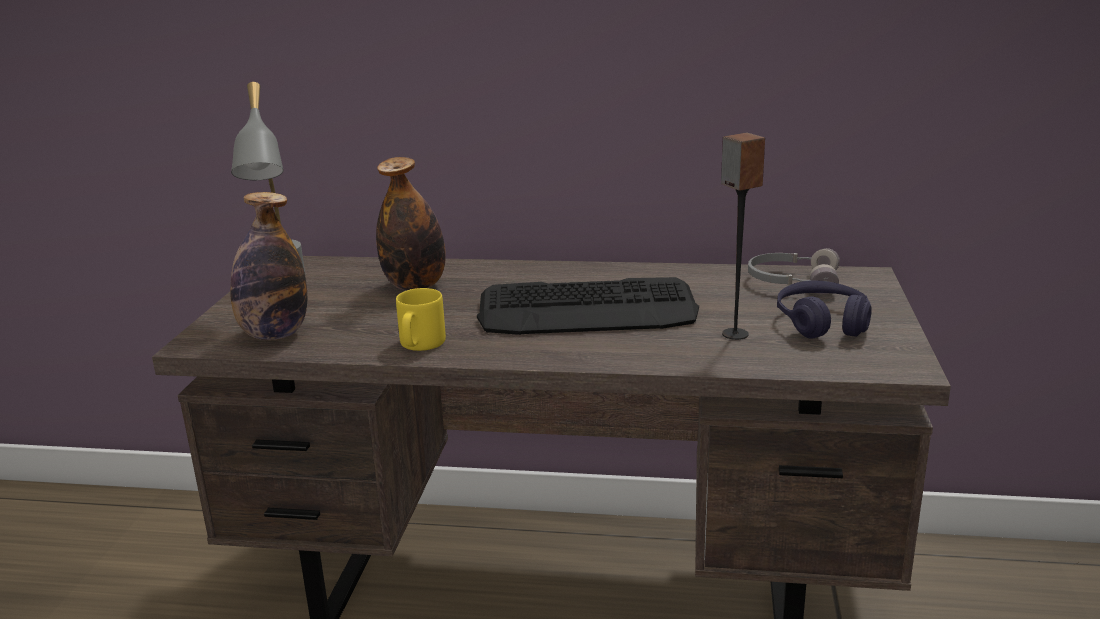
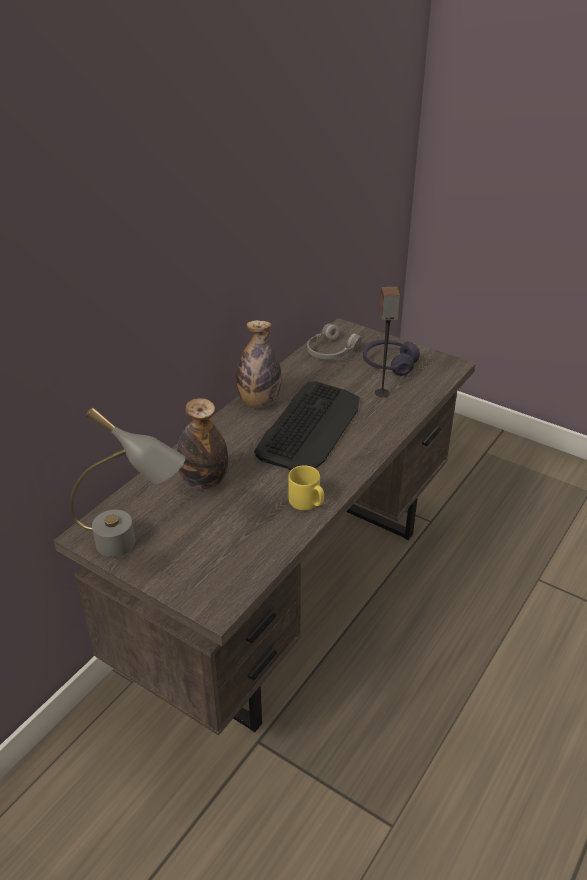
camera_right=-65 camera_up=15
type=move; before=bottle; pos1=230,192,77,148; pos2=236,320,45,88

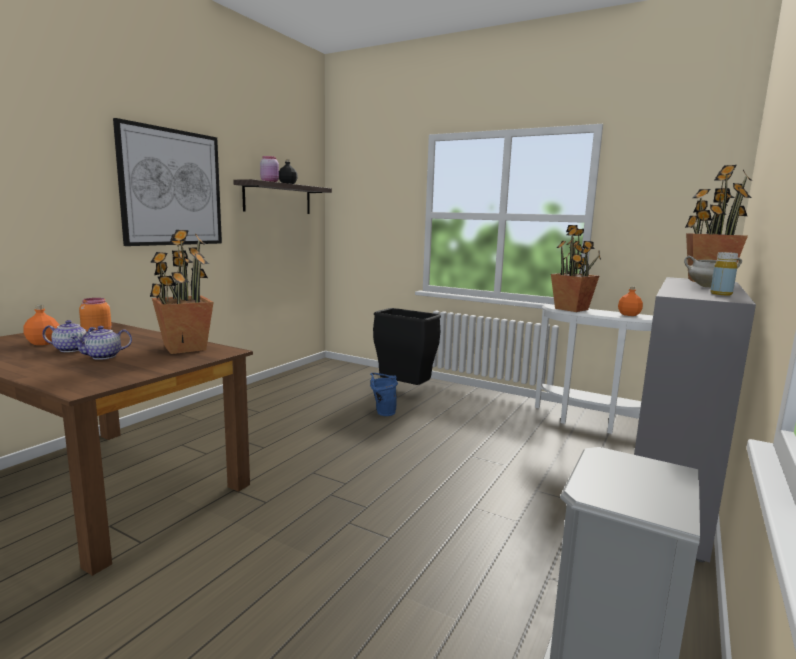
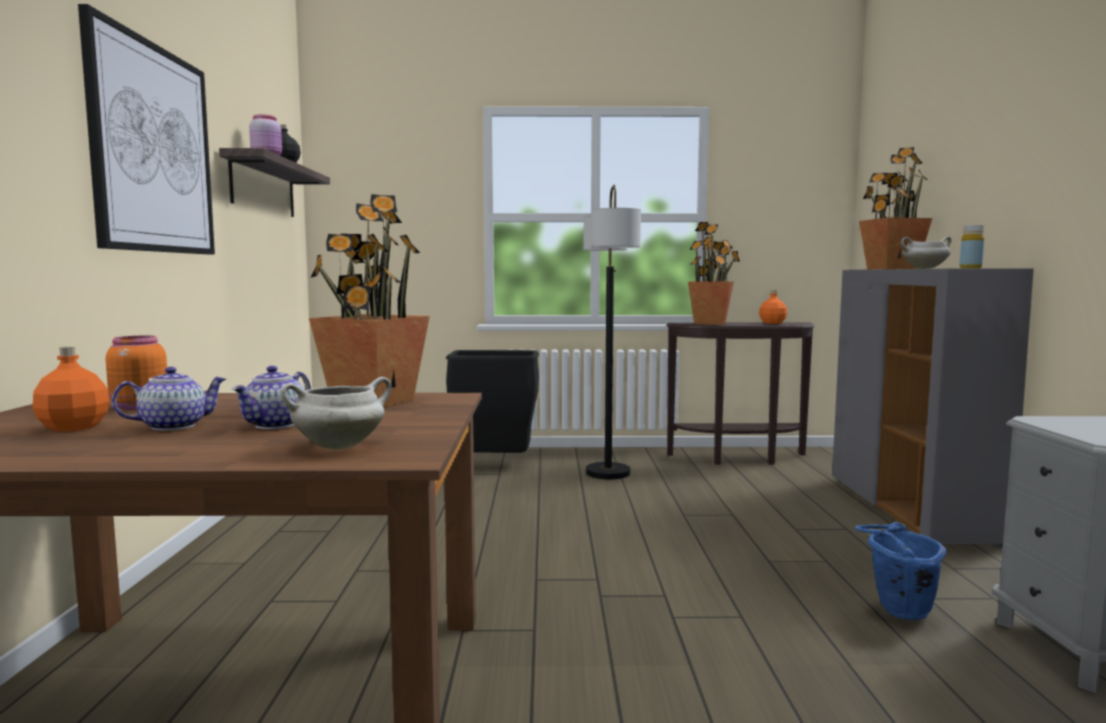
camera_right=-30 camera_up=-5
type=recolor; before=console table (white); after=console table (brown); pos1=535,304,118,130; pos2=666,323,148,142
type=move; before=bucket (blue); pos1=370,373,28,43; pos2=855,522,92,98
type=insert; after=floor lamp; pos2=584,185,57,294
type=insert; after=cooking pot (white); pos2=280,377,111,72

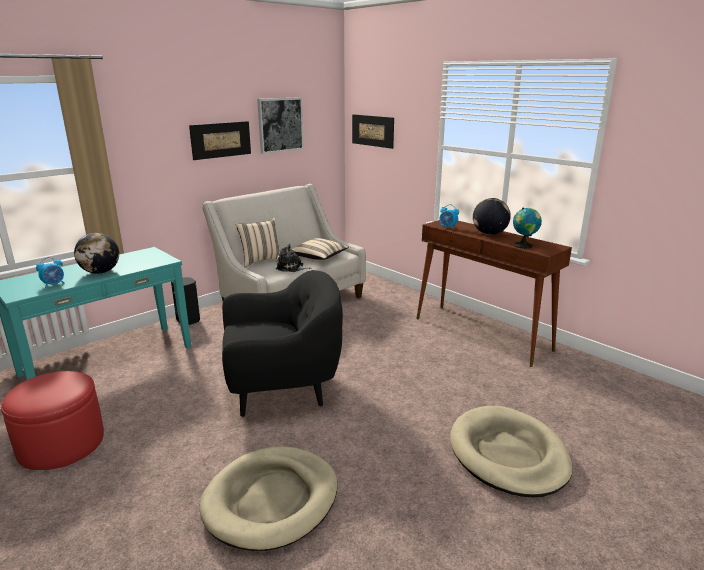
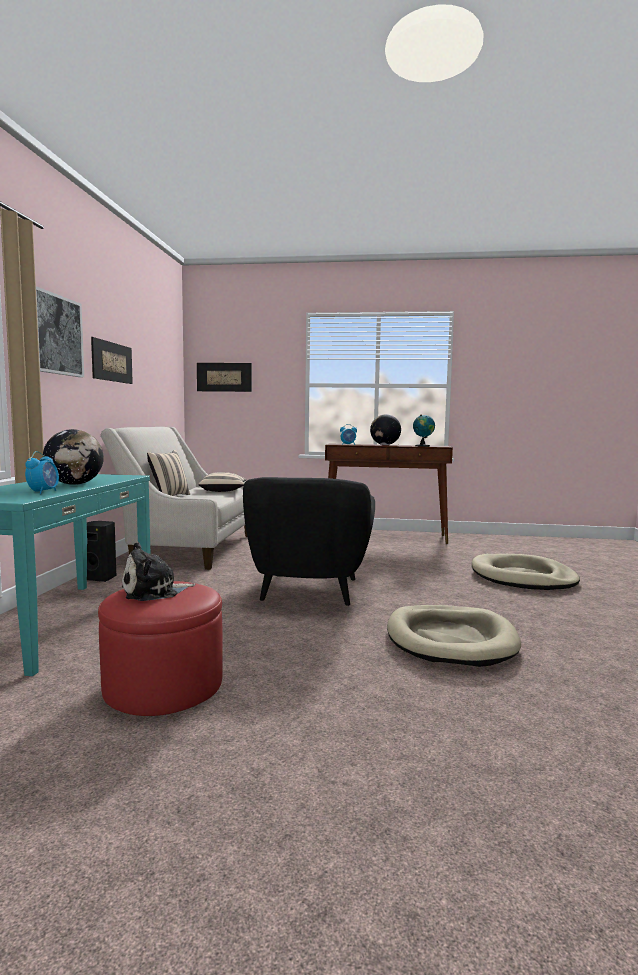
camera_right=-40 camera_up=-15
type=move; before=picture; pos1=257,97,47,57; pos2=36,286,48,91
type=move; before=plush toy; pos1=276,244,35,28; pos2=122,542,74,59
type=rotate; before=armchair (black); pos1=222,270,121,147; pos2=243,477,132,129; turn=150

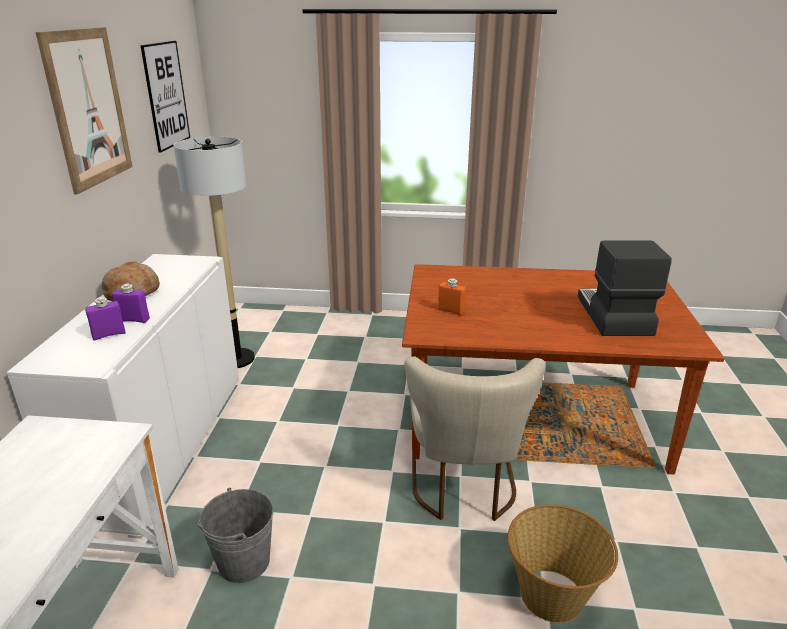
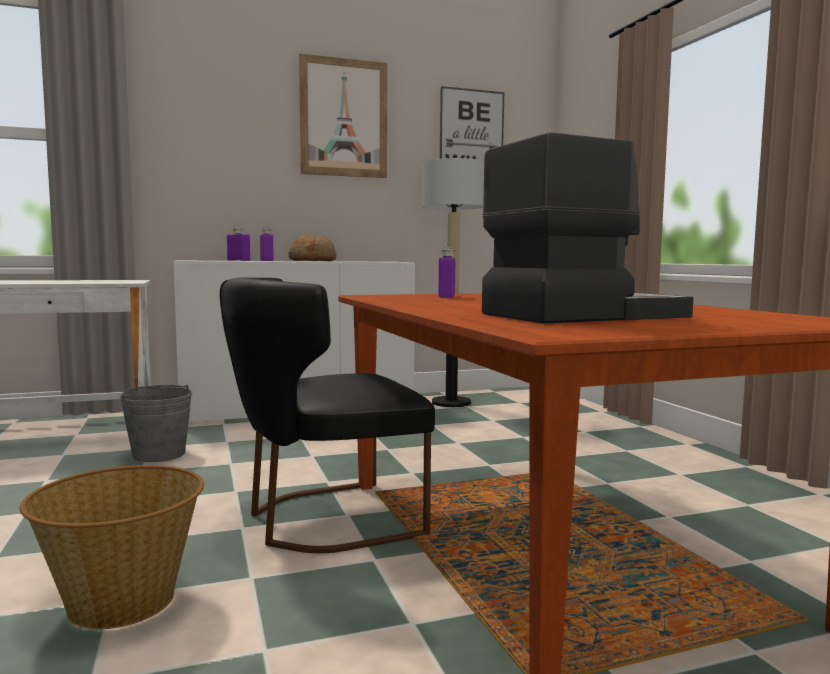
camera_right=65 camera_up=-20
type=recolor; before=bottle (orange); after=bottle (purple); pos1=438,278,28,37; pos2=438,247,17,51
type=recolor; before=chair (beige); after=chair (black); pos1=404,357,142,164; pos2=220,277,215,276

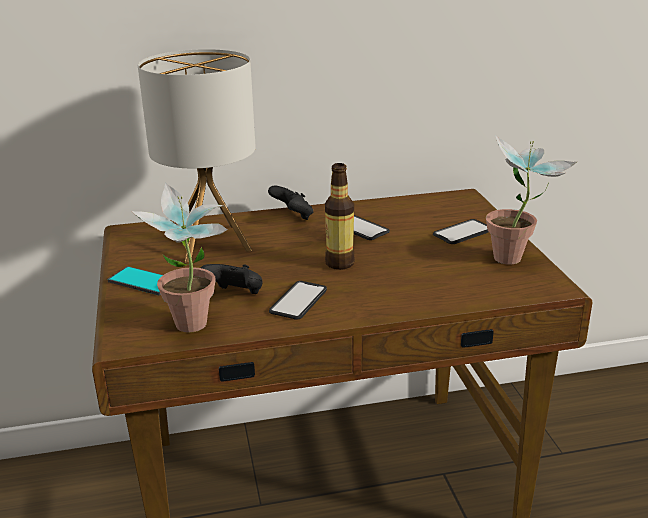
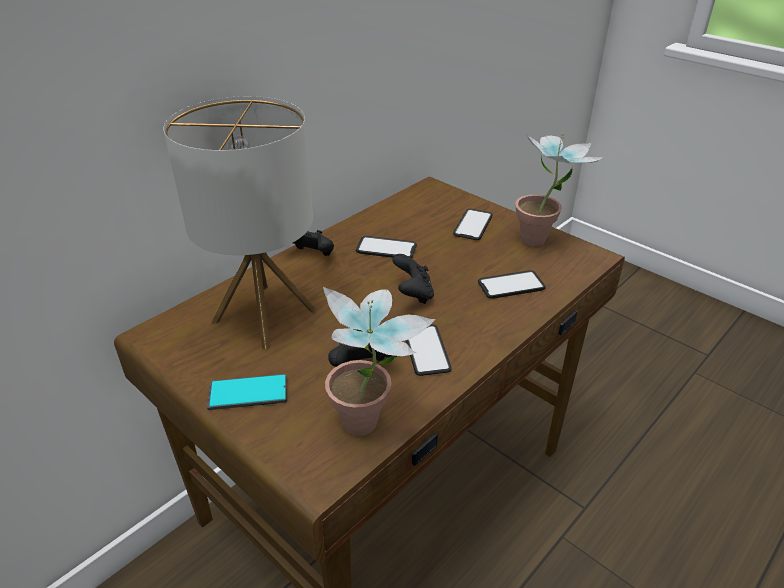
camera_right=-35 camera_up=10
type=replace; before=bottle; after=game controller (black); pos1=325,163,30,107; pos2=392,254,42,50
type=insert; after=phone; pos2=478,270,68,29

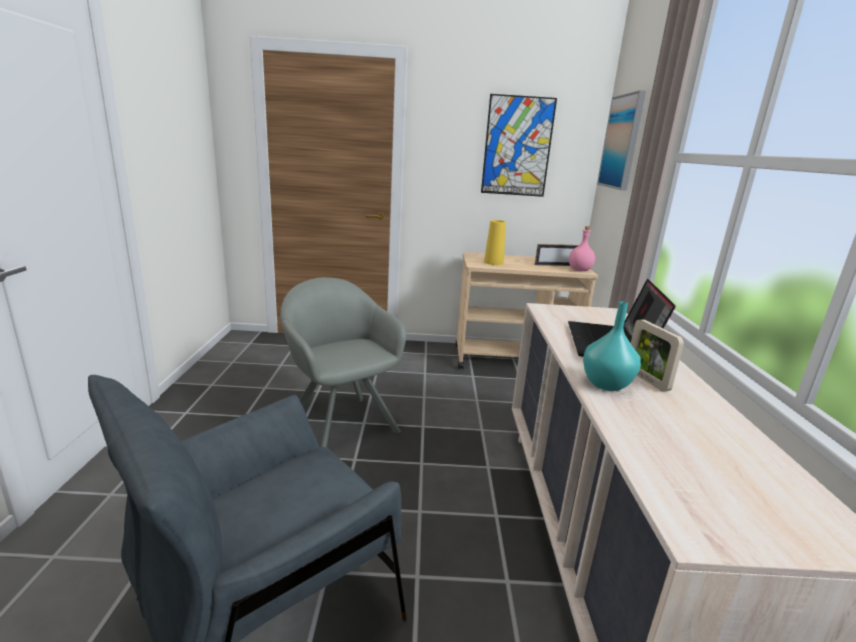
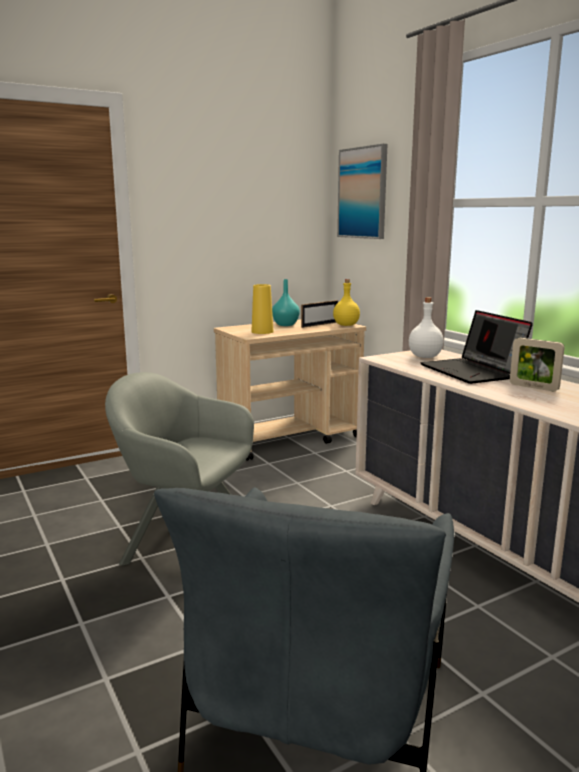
camera_right=-30 camera_up=-5
type=delete; before=picture; pos1=481,94,76,103
type=recolor; before=bottle (pink); after=bottle (yellow); pos1=569,226,26,45; pos2=333,279,27,47
type=move; before=vase (turquoise); pos1=583,302,58,89; pos2=272,279,28,47
type=insert; after=bottle (white); pos2=409,297,35,61

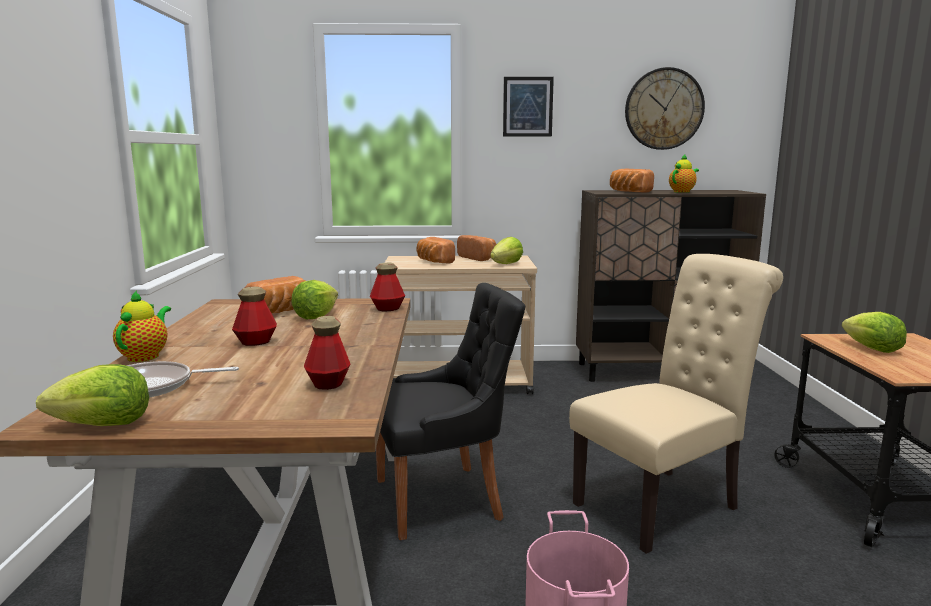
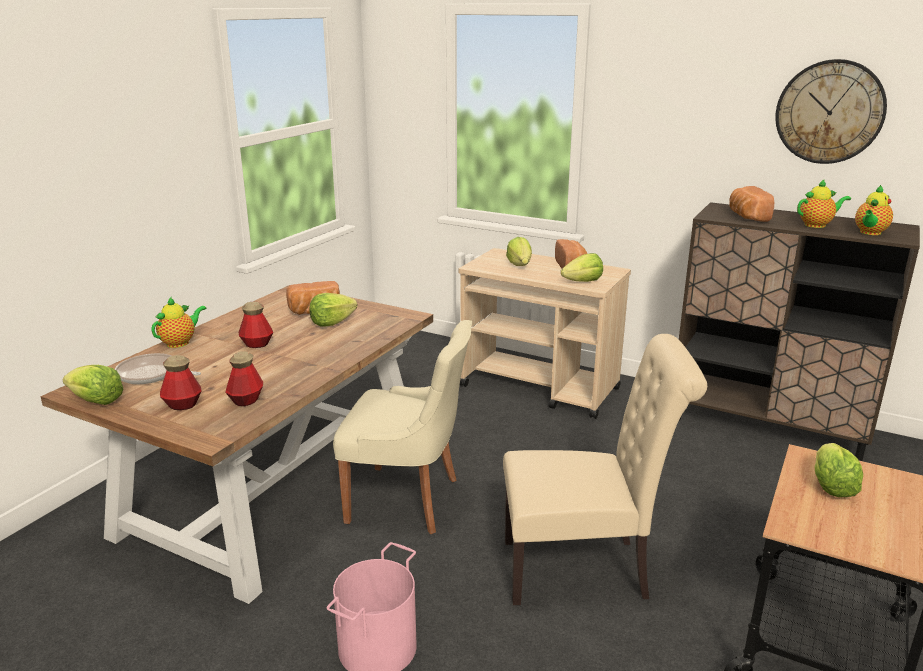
camera_right=30 camera_up=10
type=delete; before=picture; pos1=503,77,51,60
type=replace; before=bread; after=lettuce; pos1=417,237,38,27; pos2=506,237,26,29
type=move; before=bottle; pos1=370,263,35,48; pos2=160,355,42,55
type=recolor; before=chair (black); after=chair (beige); pos1=376,283,149,257; pos2=333,320,139,214
type=insert; after=teapot; pos2=855,185,38,50

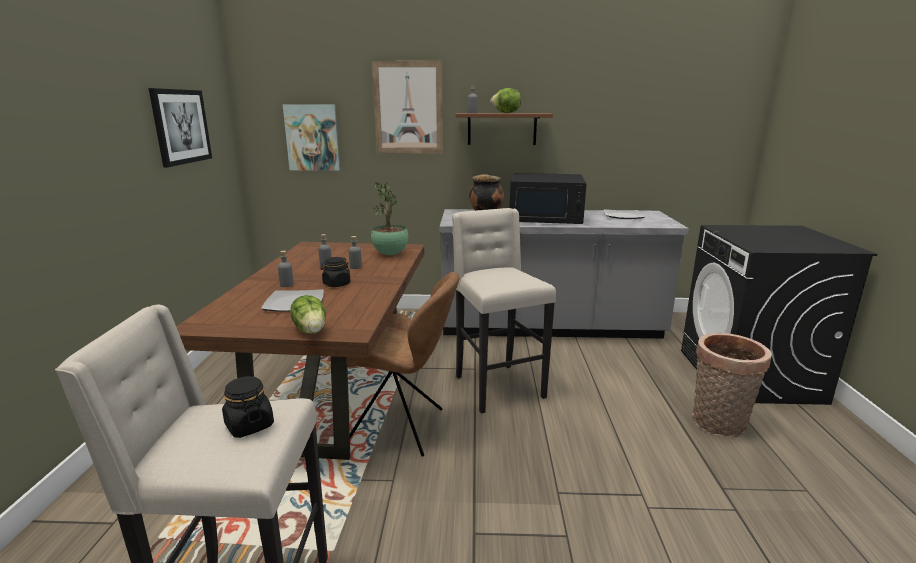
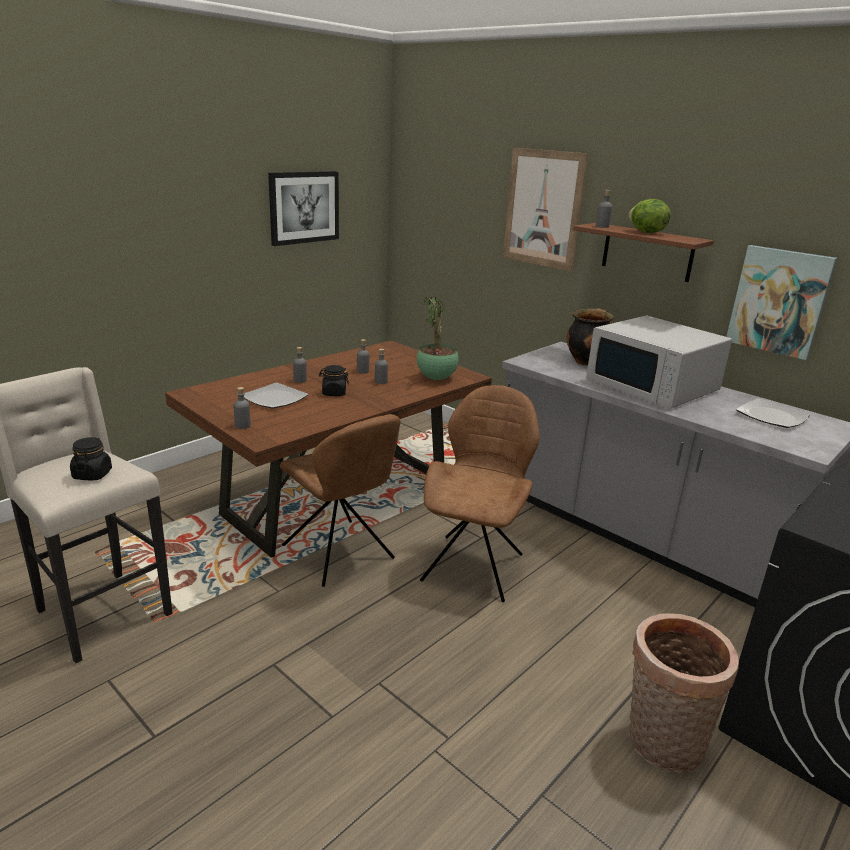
camera_right=40 camera_up=5
type=move; before=picture; pos1=283,104,57,67; pos2=726,245,111,115
type=recolor; before=microwave (black); after=microwave (white); pos1=509,173,77,51; pos2=586,316,146,93
type=replace; before=stool (beige); after=chair (brown); pos1=452,208,104,206; pos2=420,385,120,217
type=replace; before=lettuce; after=bottle (grey); pos1=290,295,36,39; pos2=234,387,16,42

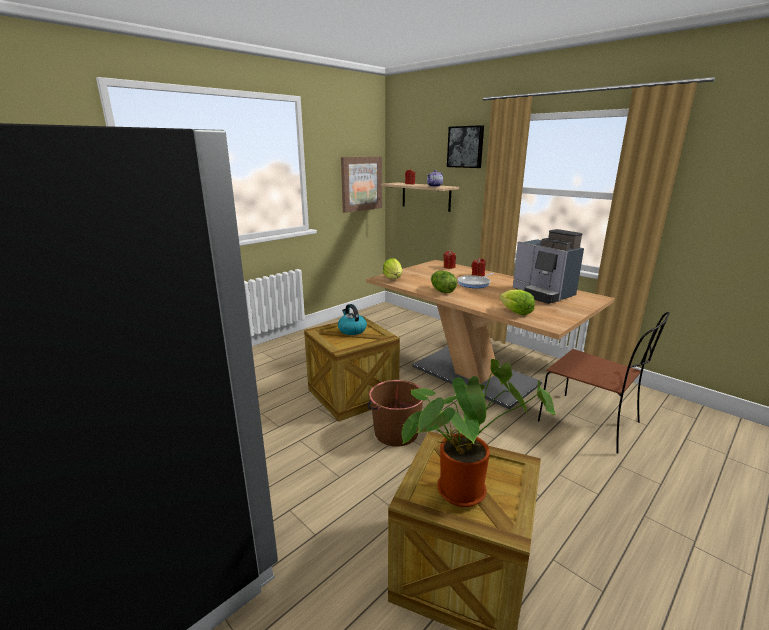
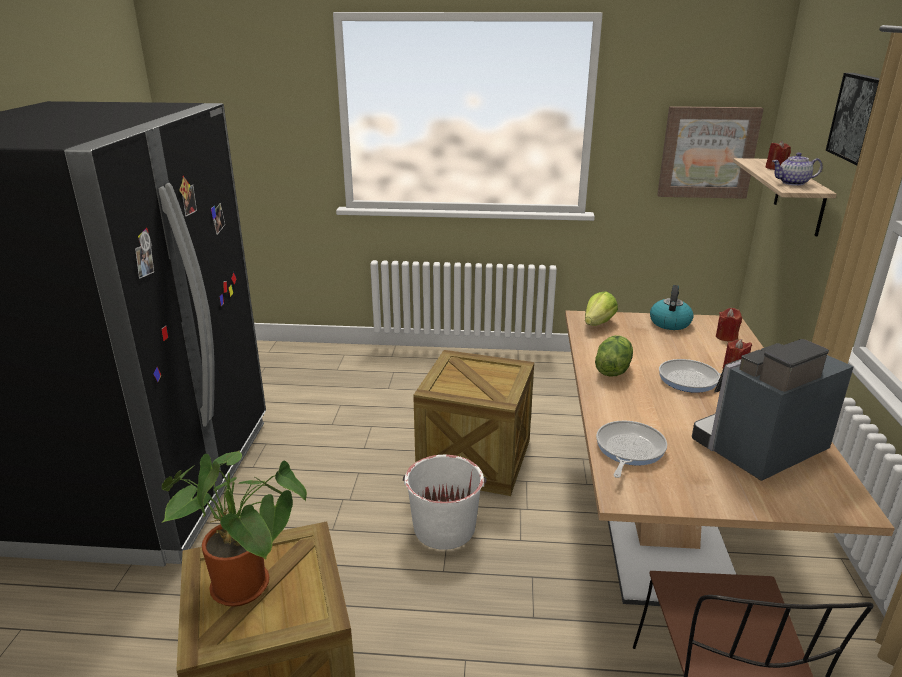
camera_right=50 camera_up=5
type=rotate; before=coffee machine; pos1=513,229,71,75; pos2=692,339,162,142; turn=45
type=replace; before=lettuce; after=frying pan; pos1=499,289,36,26; pos2=596,421,71,57
type=move; before=kettle; pos1=338,304,29,31; pos2=650,285,44,45
type=recolor; before=bucket (brown); after=bucket (white); pos1=367,380,56,66; pos2=403,455,84,95

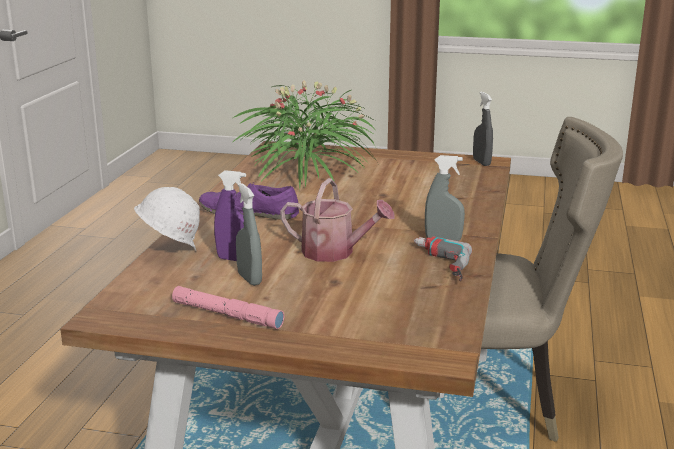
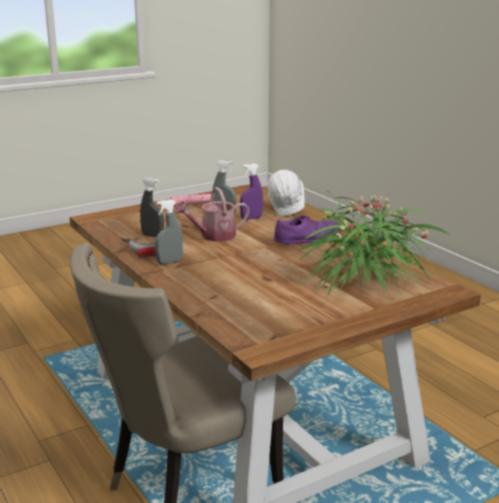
camera_right=135 camera_up=0
type=move; before=spray bottle (grey); pos1=473,92,20,74; pos2=140,178,24,60

